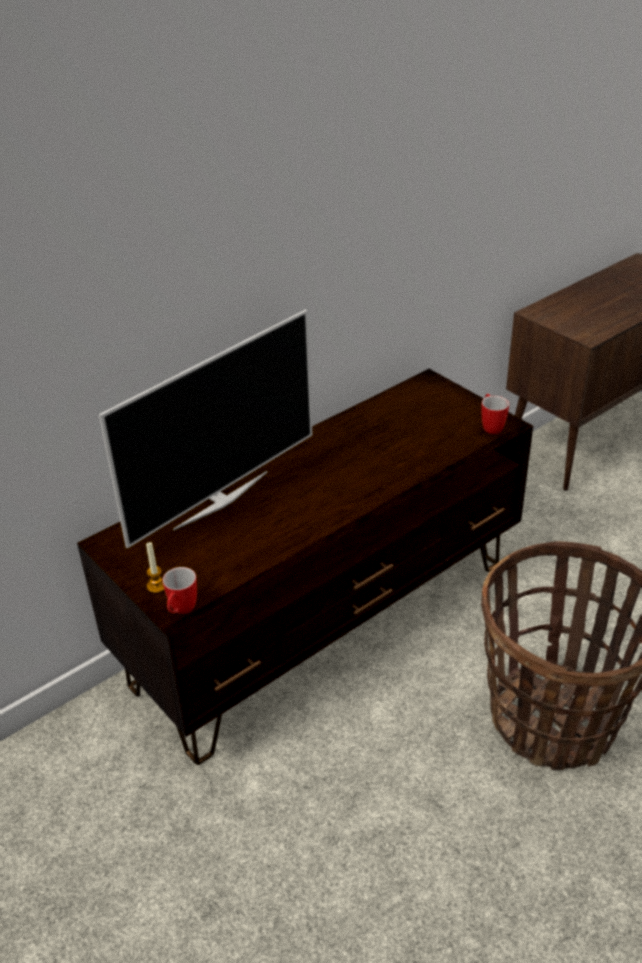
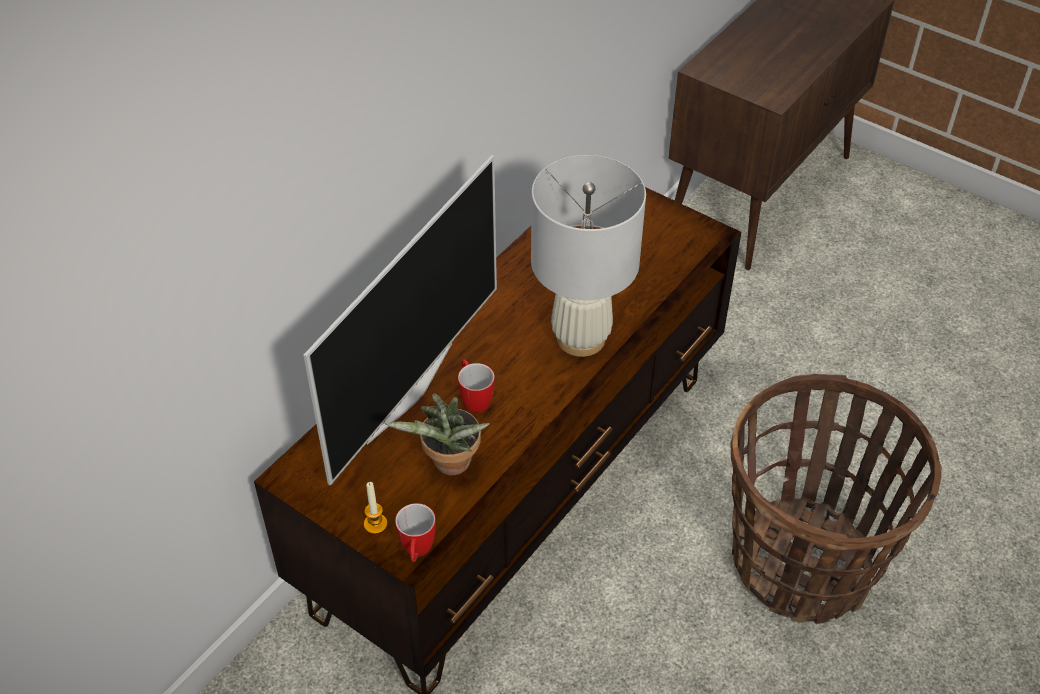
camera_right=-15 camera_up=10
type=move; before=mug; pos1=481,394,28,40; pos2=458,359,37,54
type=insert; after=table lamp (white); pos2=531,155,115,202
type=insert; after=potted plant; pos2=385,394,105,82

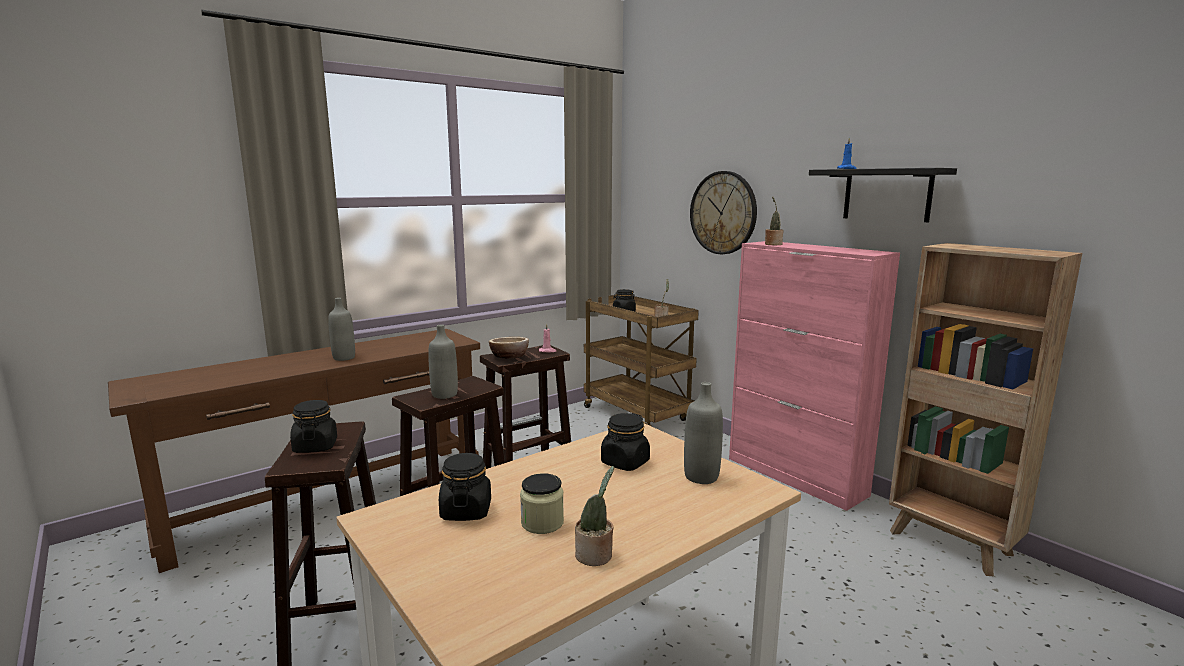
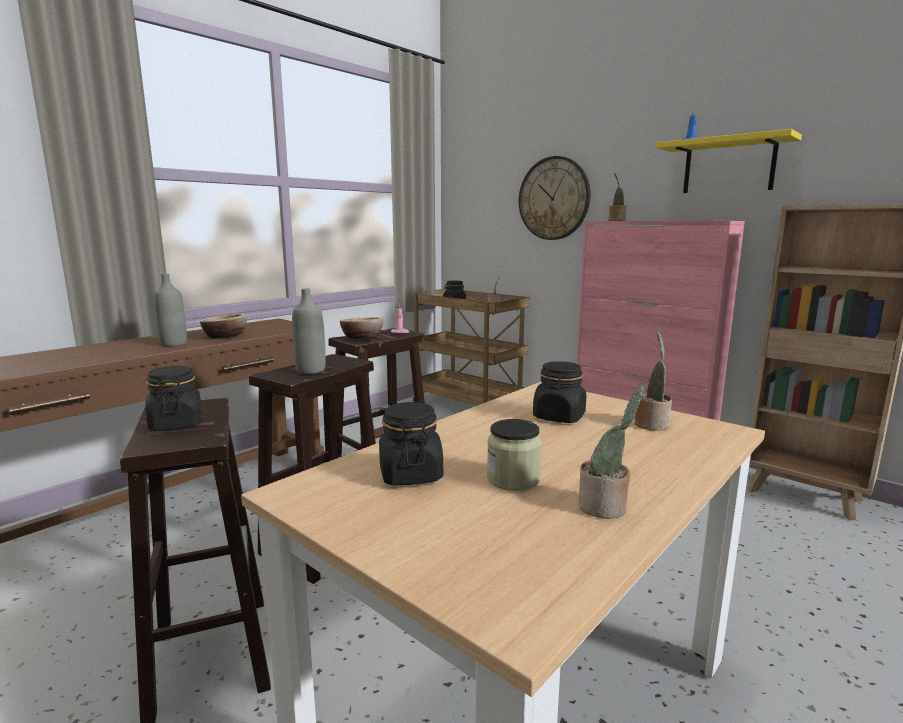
camera_right=-10 camera_up=0
type=recolor; before=shelf (black); after=shelf (yellow); pos1=809,168,148,54; pos2=655,129,147,64
type=replace; before=bottle (grey); after=potted plant; pos1=684,382,39,102; pos2=635,331,37,100
type=insert; after=bowl; pos2=200,314,47,24

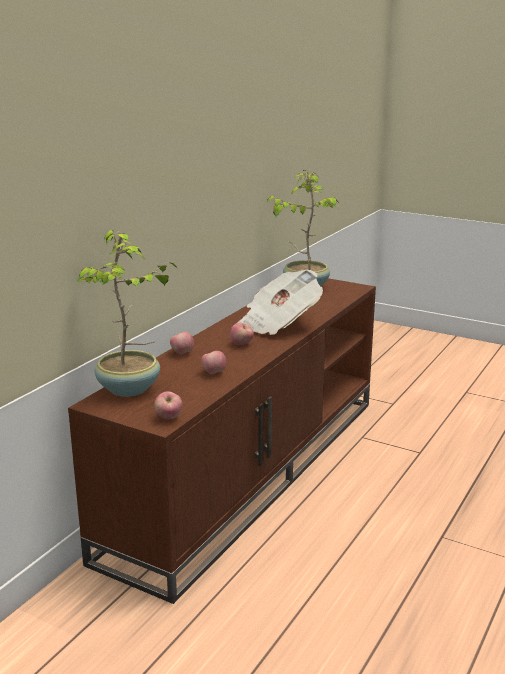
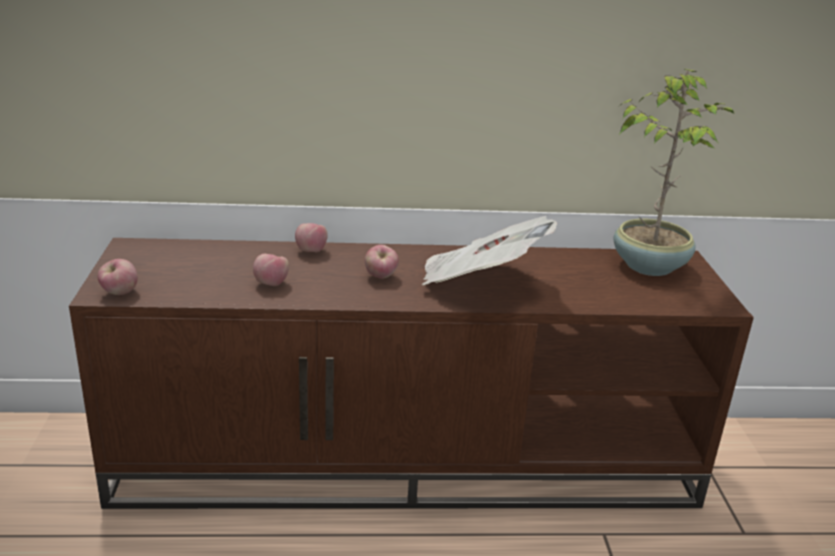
camera_right=55 camera_up=5
type=delete; before=potted plant; pos1=77,230,101,167

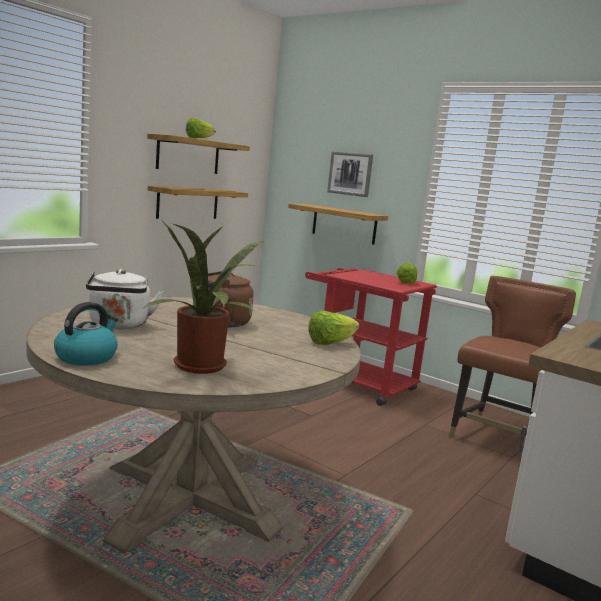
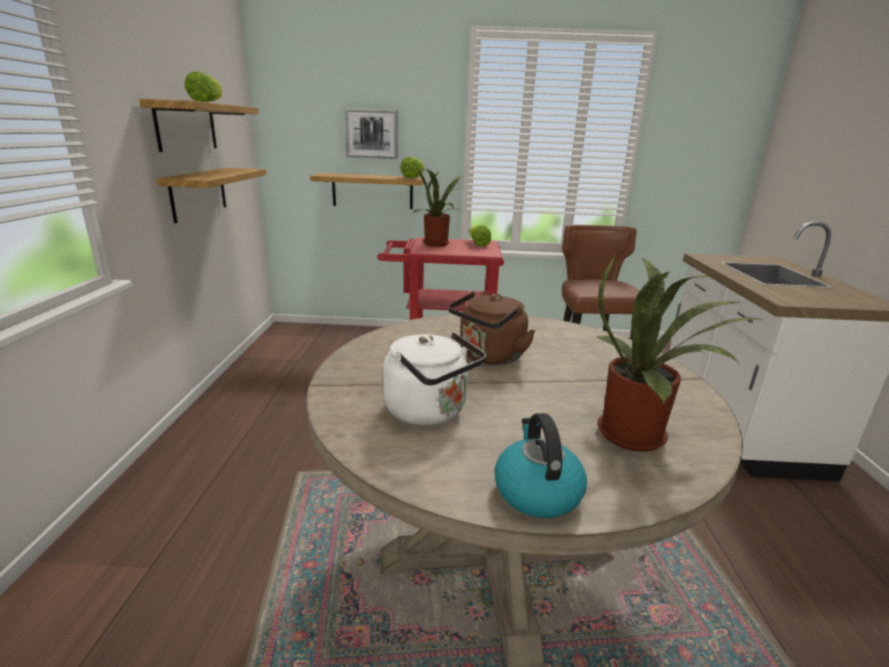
camera_right=-35 camera_up=10
type=move; before=lettuce; pos1=308,310,51,35; pos2=400,156,24,22
type=insert; after=potted plant; pos2=413,168,49,79

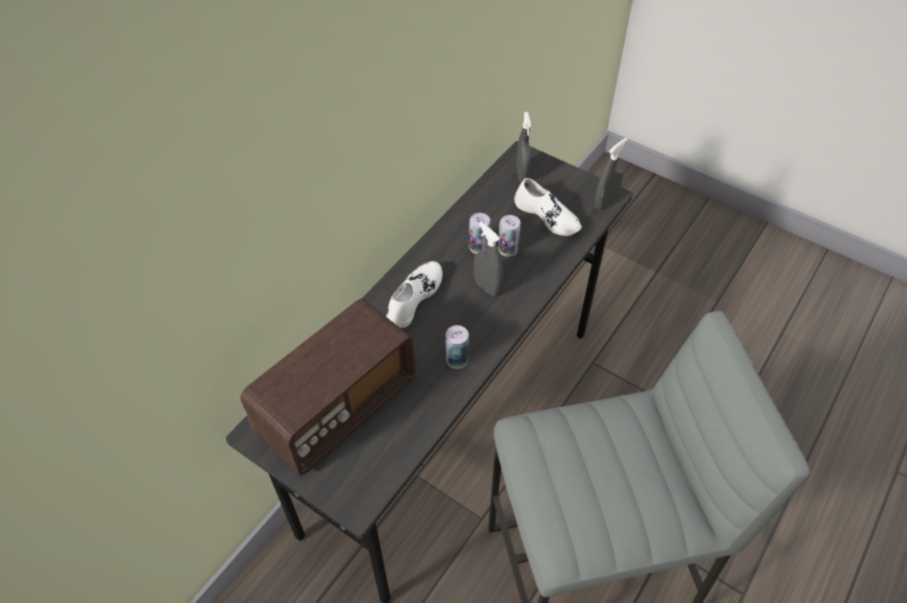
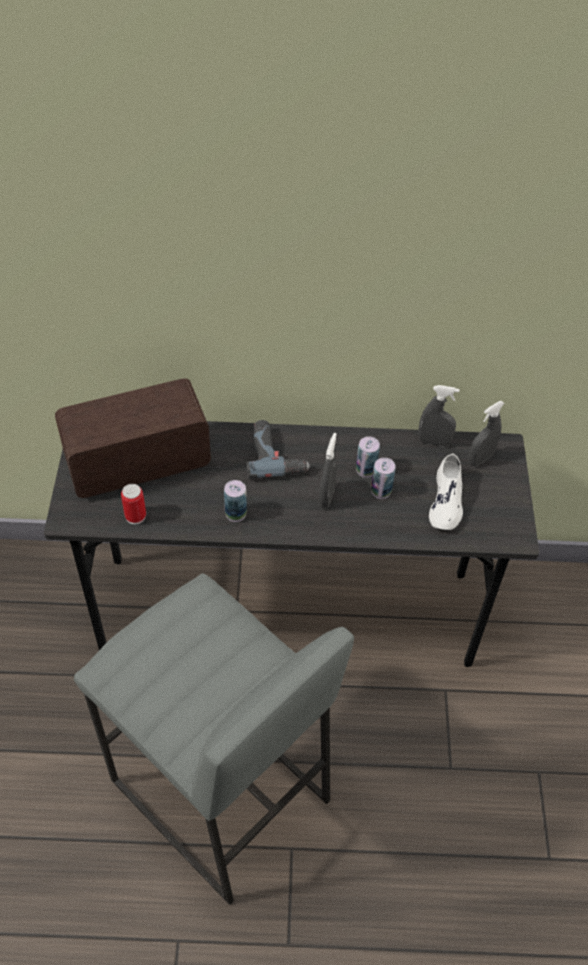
camera_right=55 camera_up=0
type=move; before=spray bottle (grey); pos1=595,138,33,72; pos2=418,385,41,61
type=replace; before=shoe (white); after=power drill; pos1=386,261,57,67; pos2=247,420,63,58
type=rotate; before=radio; pos1=240,299,176,176; pos2=55,378,156,120; turn=150
type=insert; after=can; pos2=121,484,25,40

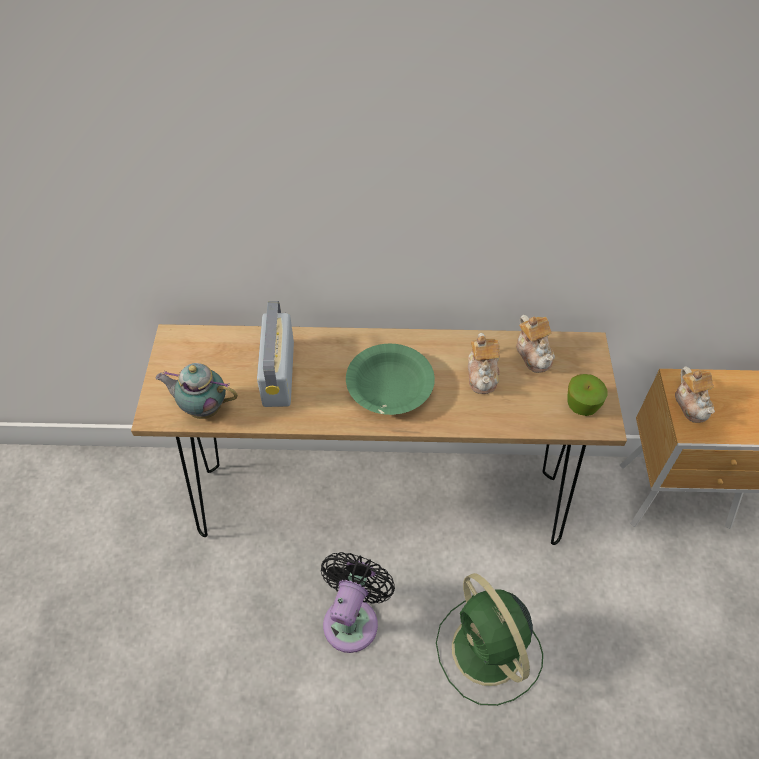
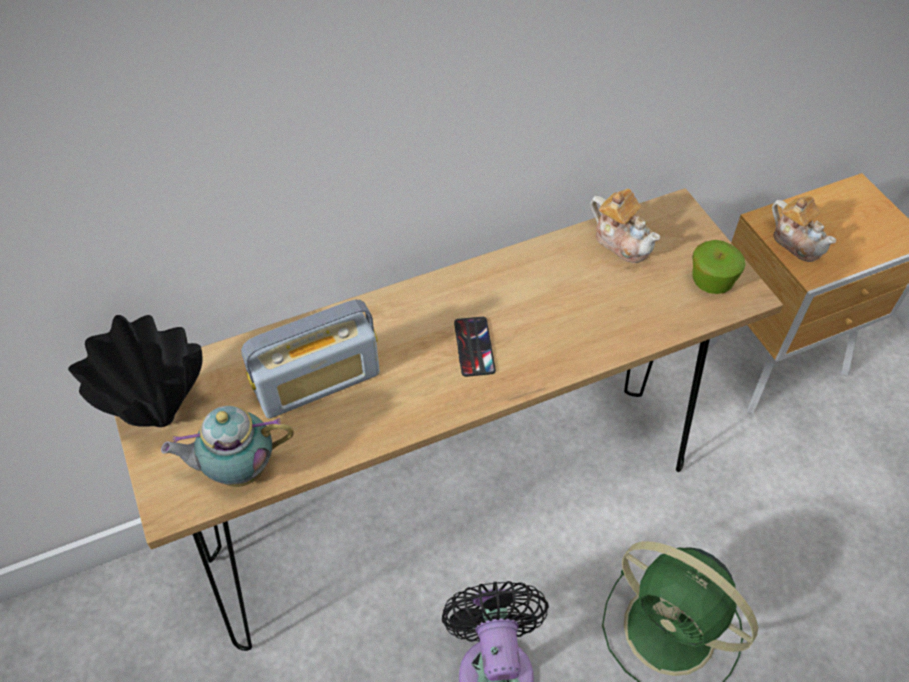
camera_right=-25 camera_up=0
type=rotate; before=radio; pos1=257,301,37,106; pos2=241,300,139,119; turn=-90
type=delete; before=teapot; pos1=468,333,32,61
type=replace; before=bowl (green); after=phone; pos1=346,344,89,71; pos2=454,317,42,60
type=insert; after=vase (black); pos2=68,315,135,112

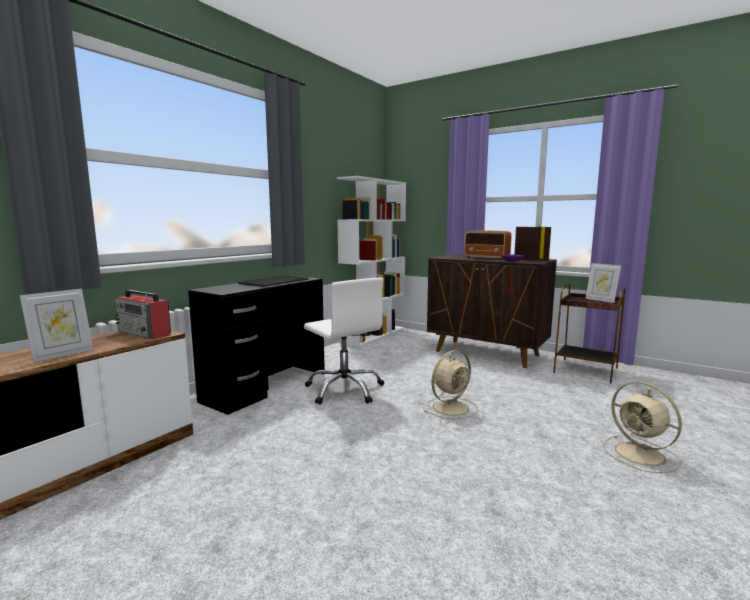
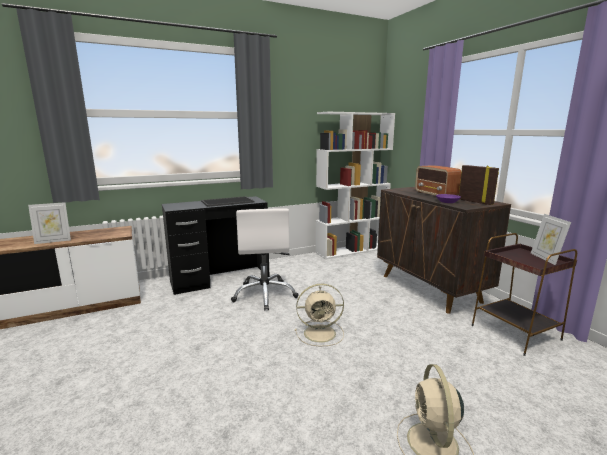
camera_right=30 camera_up=5
type=delete; before=radio; pos1=115,290,56,49

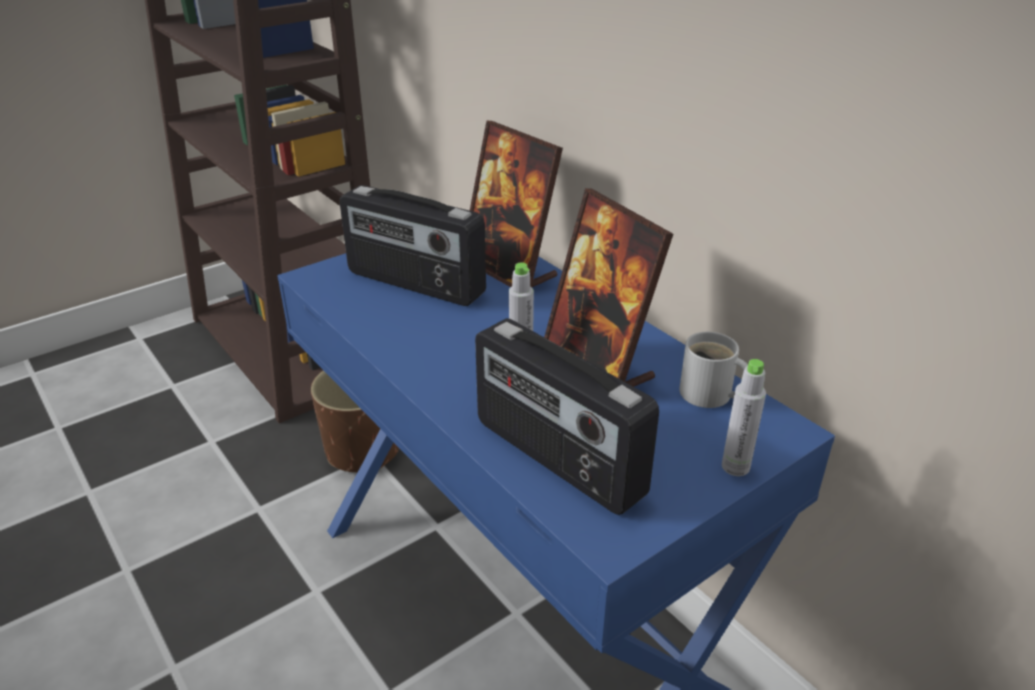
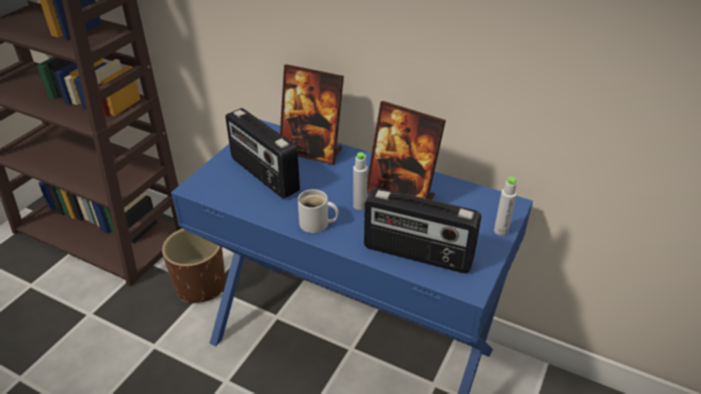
camera_right=-25 camera_up=5
type=rotate; before=radio; pos1=339,185,147,121; pos2=225,108,75,91; turn=45
type=move; before=mug (white); pos1=679,332,69,76; pos2=298,189,41,44

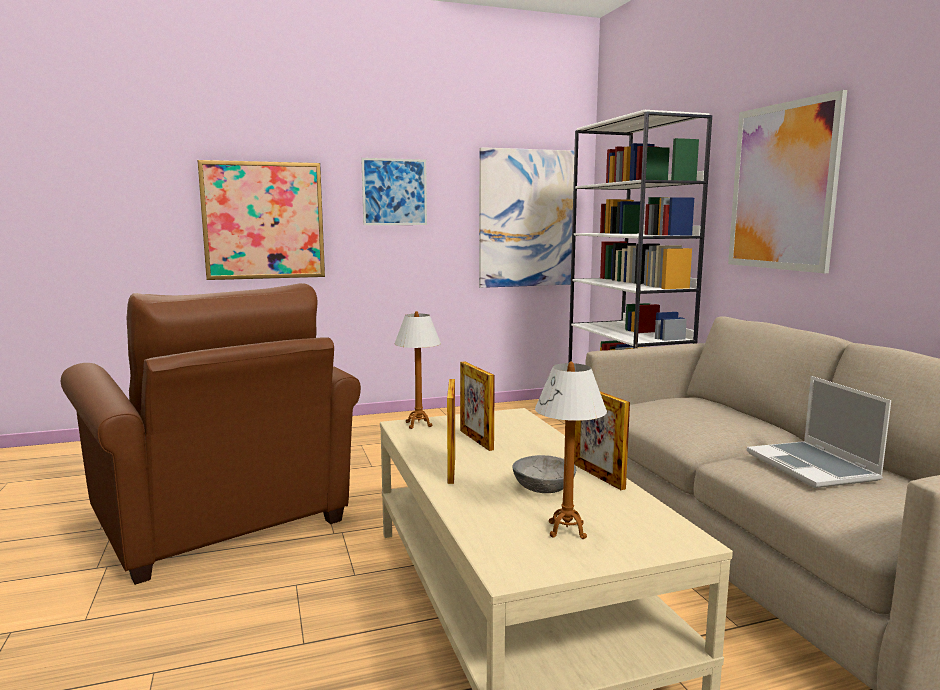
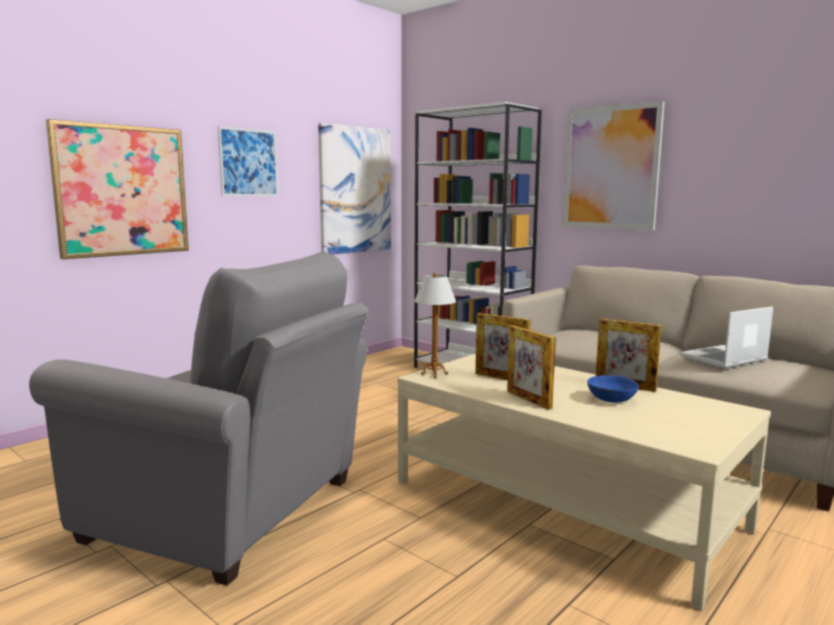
camera_right=-30 camera_up=0
type=recolor; before=armchair (brown); after=armchair (grey); pos1=61,283,300,302; pos2=29,252,339,334
type=delete; before=table lamp; pos1=535,362,72,177
type=rotate; before=laptop; pos1=747,376,144,112; pos2=680,306,93,62; turn=105
type=recolor; before=bowl (grey); after=bowl (blue); pos1=512,455,64,38; pos2=587,375,52,28

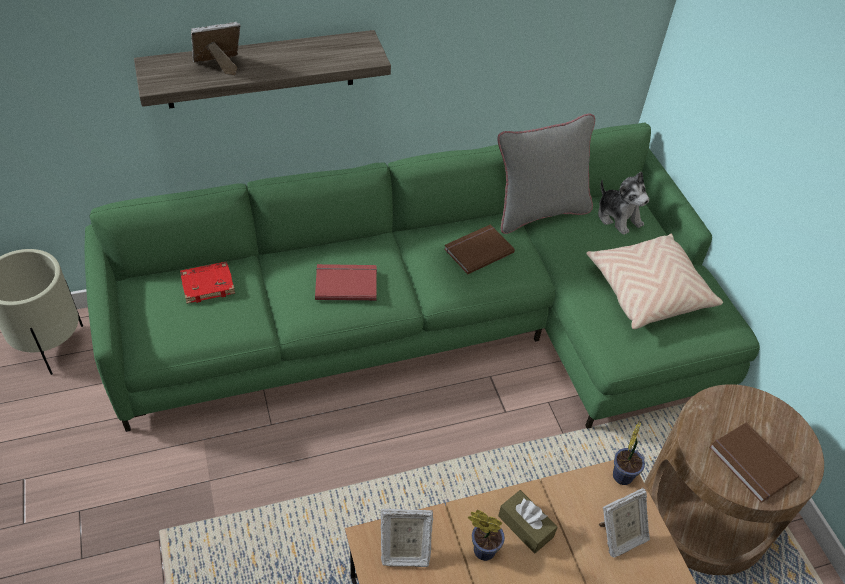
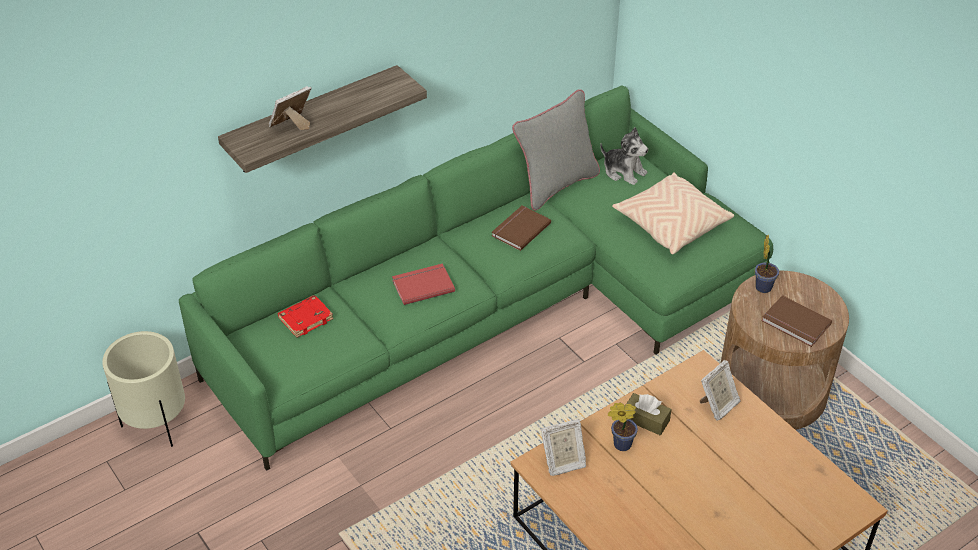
camera_right=-15 camera_up=-5
type=move; before=potted plant; pos1=613,422,32,63; pos2=755,234,24,59

